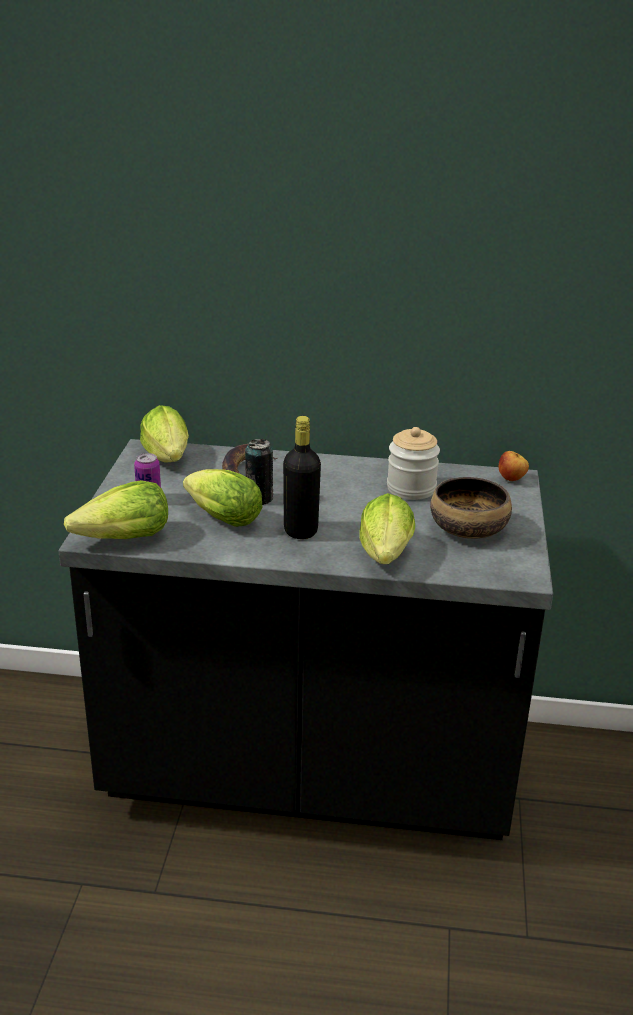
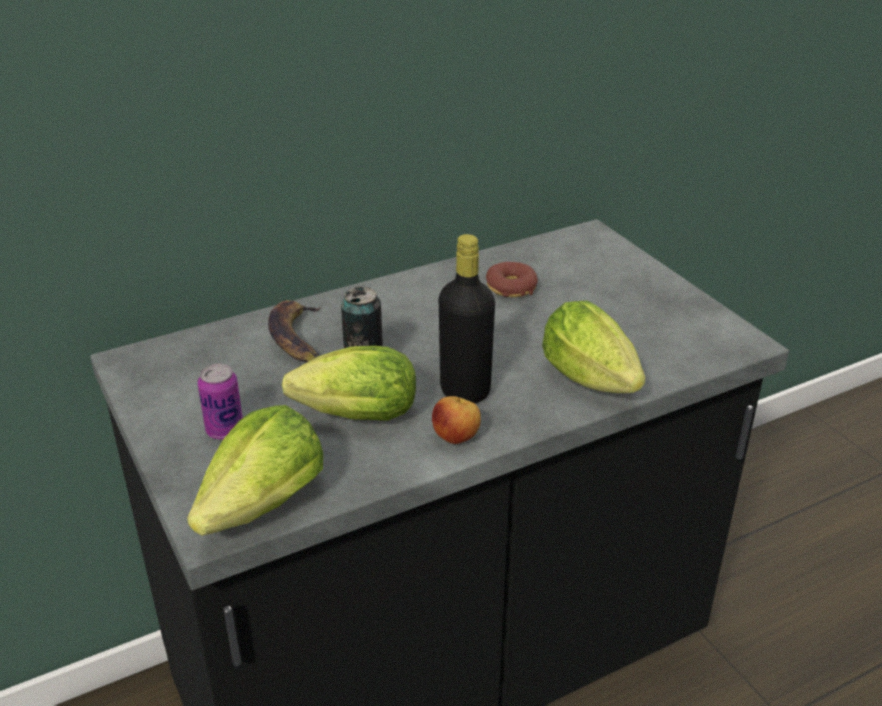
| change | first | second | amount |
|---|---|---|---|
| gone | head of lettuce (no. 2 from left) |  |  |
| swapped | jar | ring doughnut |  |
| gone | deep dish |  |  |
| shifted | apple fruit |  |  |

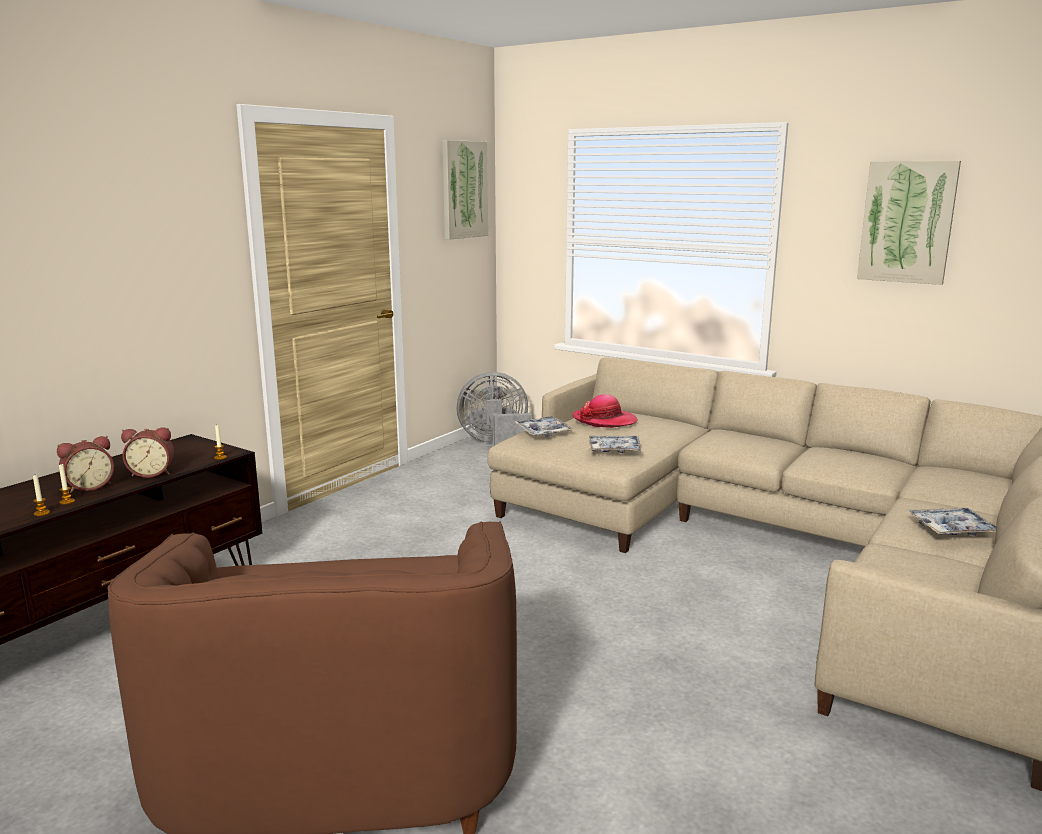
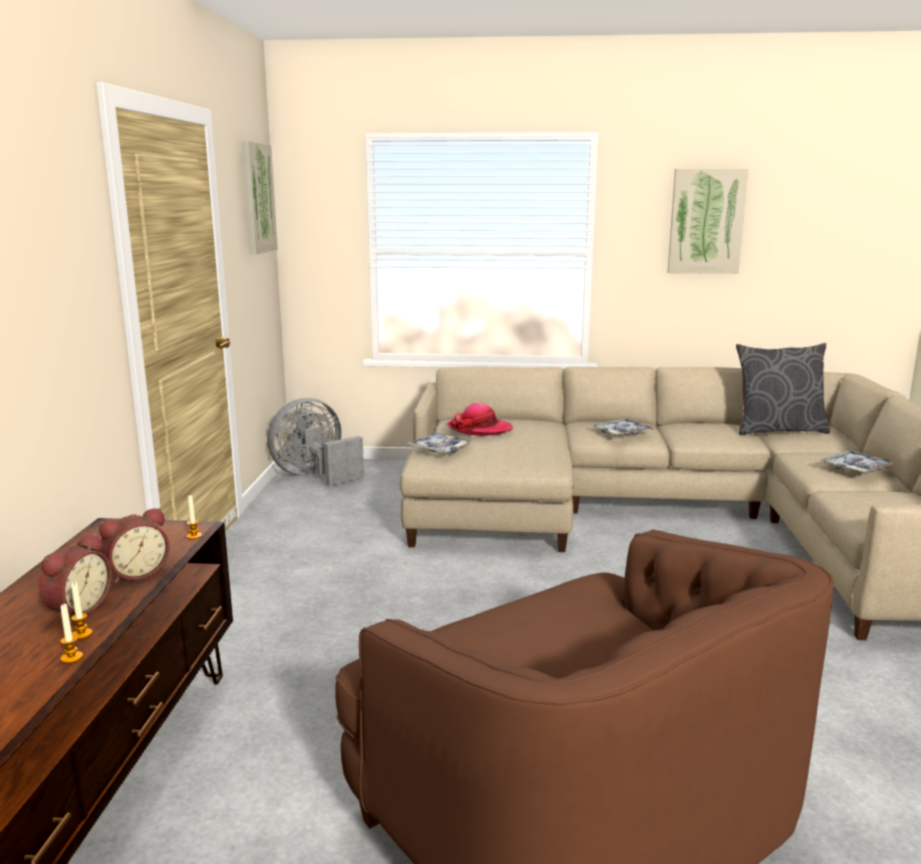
| change | first | second | amount |
|---|---|---|---|
| shifted | tray (no. 2 from left) |  |  |
| new |  | greyish cushion |  |

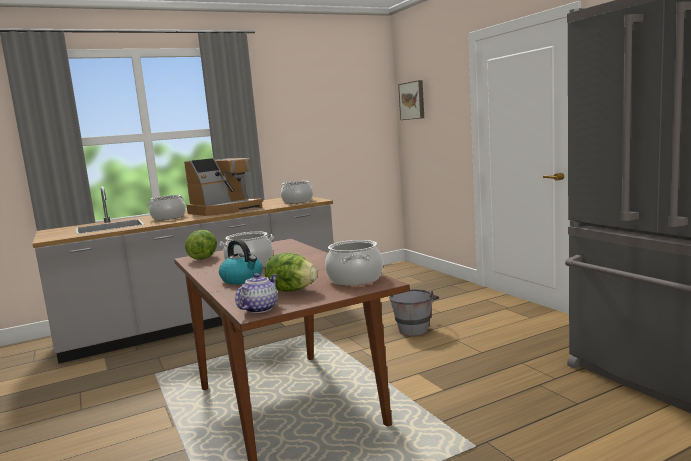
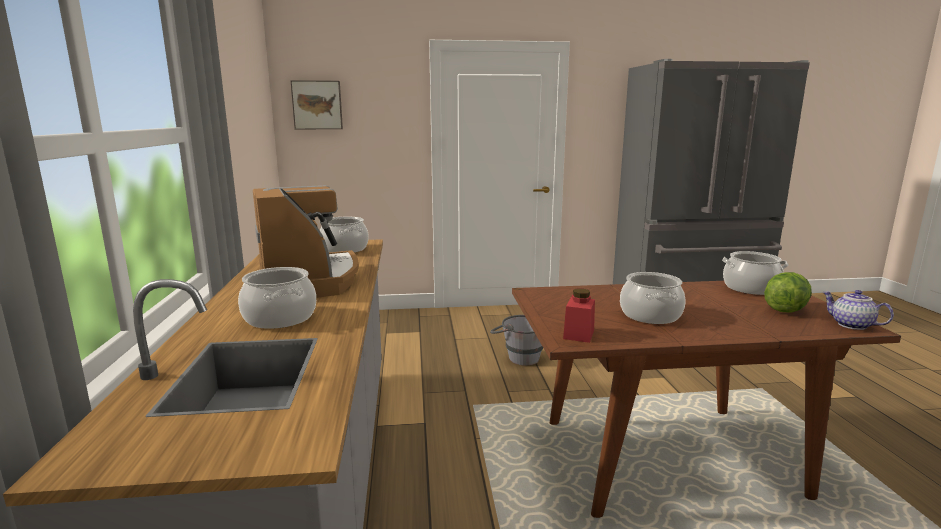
| change | first | second | amount |
|---|---|---|---|
| swapped | head of lettuce (no. 1 from left) | red jar |  |
| gone | water kettle |  |  |

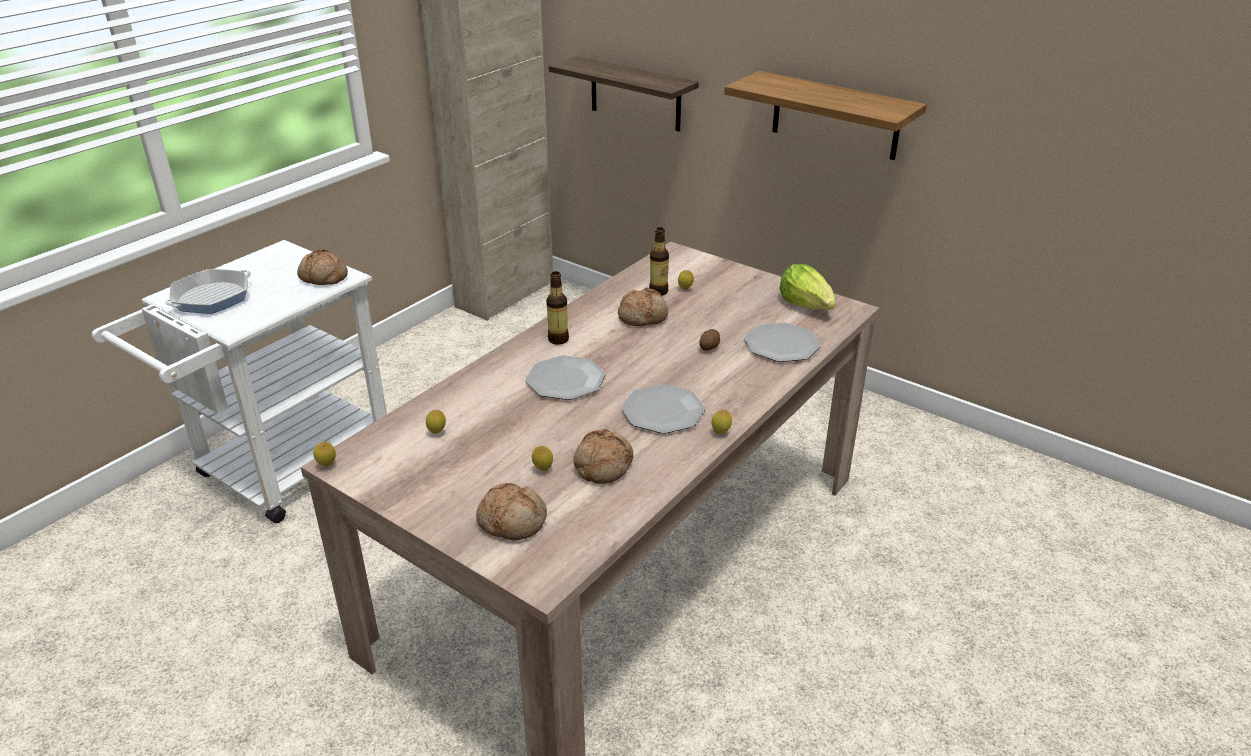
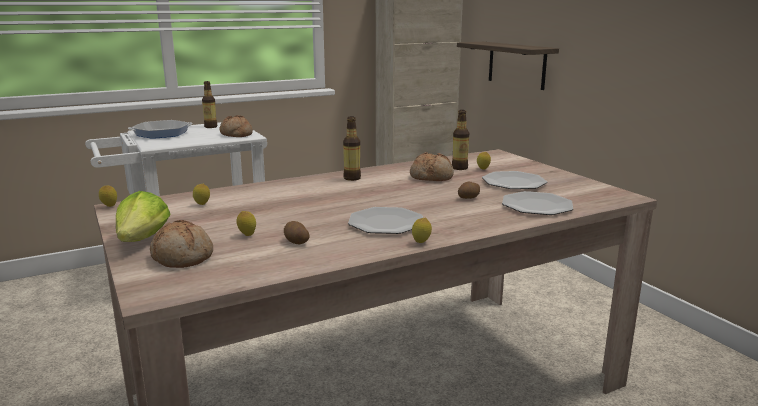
| change | first | second | amount |
|---|---|---|---|
| shifted | plate (no. 1 from left in the first image) | plate (no. 2 from left) |  |
| swapped | baked bread (no. 3 from left) | whole potato (no. 1 from left) |  |
| gone | wall shelf (no. 2 from left) |  |  |
| shifted | head of lettuce |  |  |
| new |  | bottle (no. 1 from left) |  |

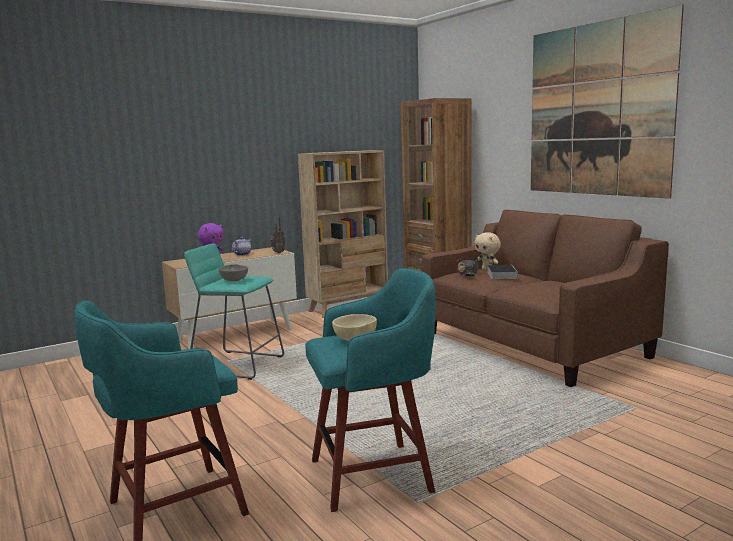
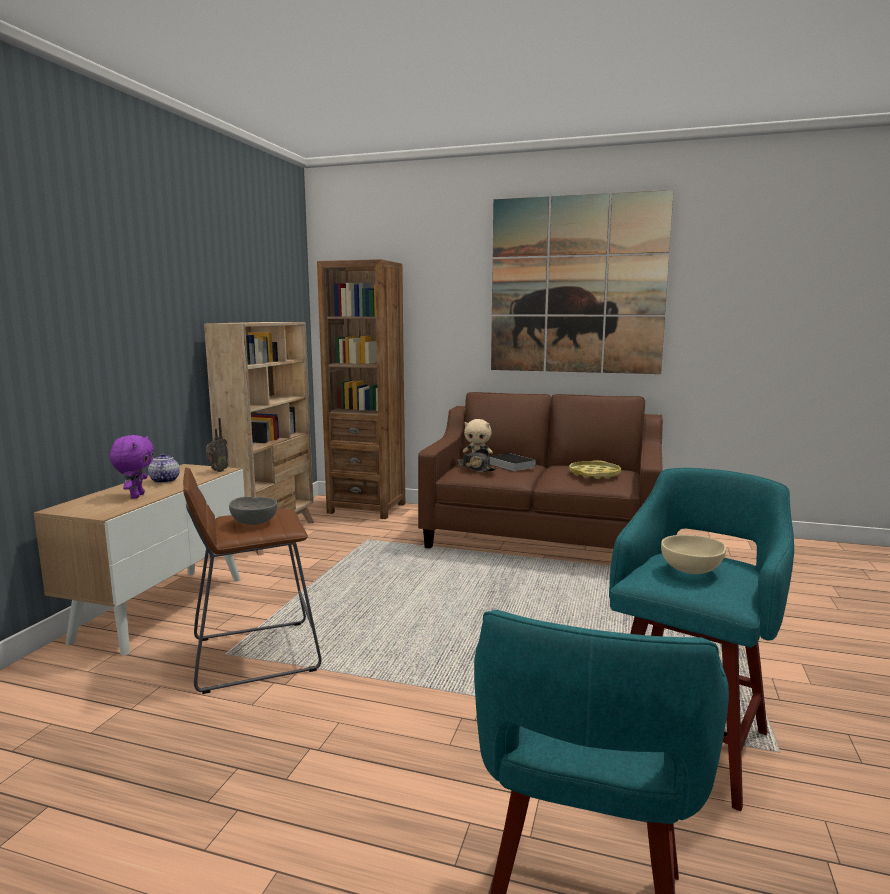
| change | first | second | amount |
|---|---|---|---|
| repainted | turquoise-coloured stool (no. 2 from left) | brownish stool |  |
| new |  | yellowish tray |  |

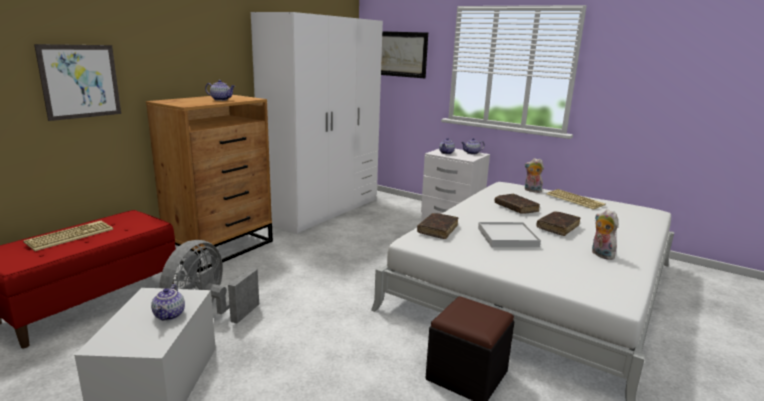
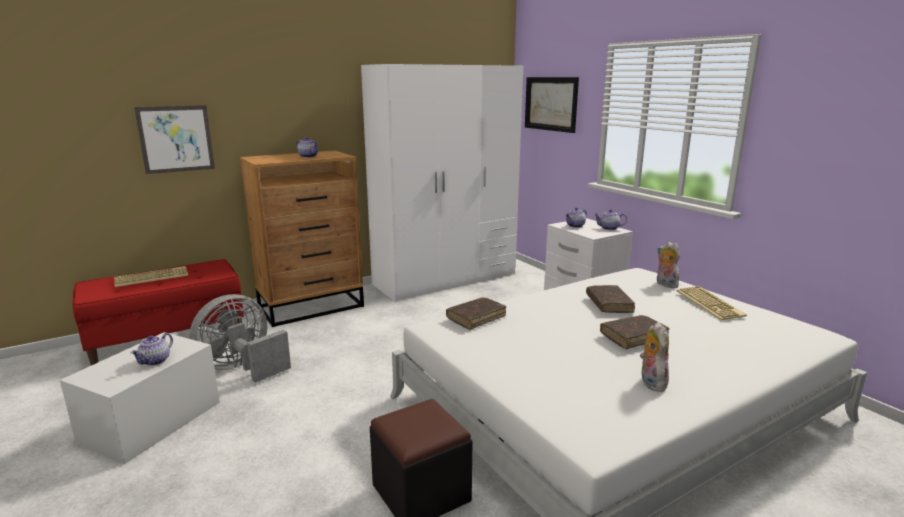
| change | first | second | amount |
|---|---|---|---|
| gone | white tray |  |  |

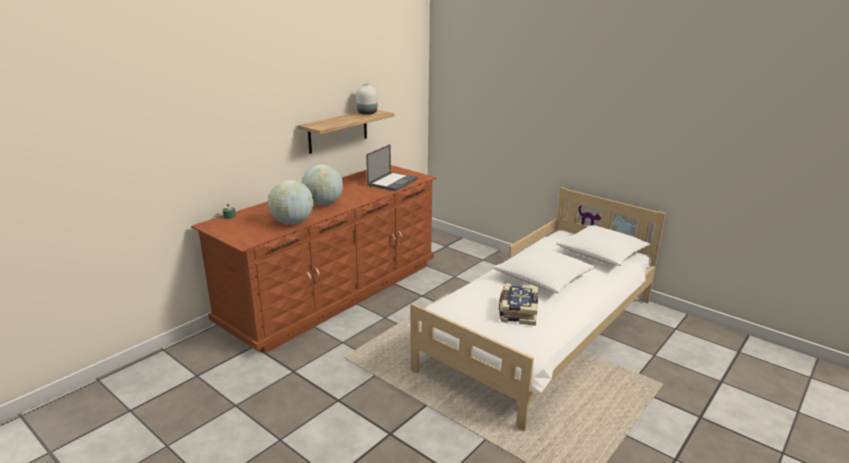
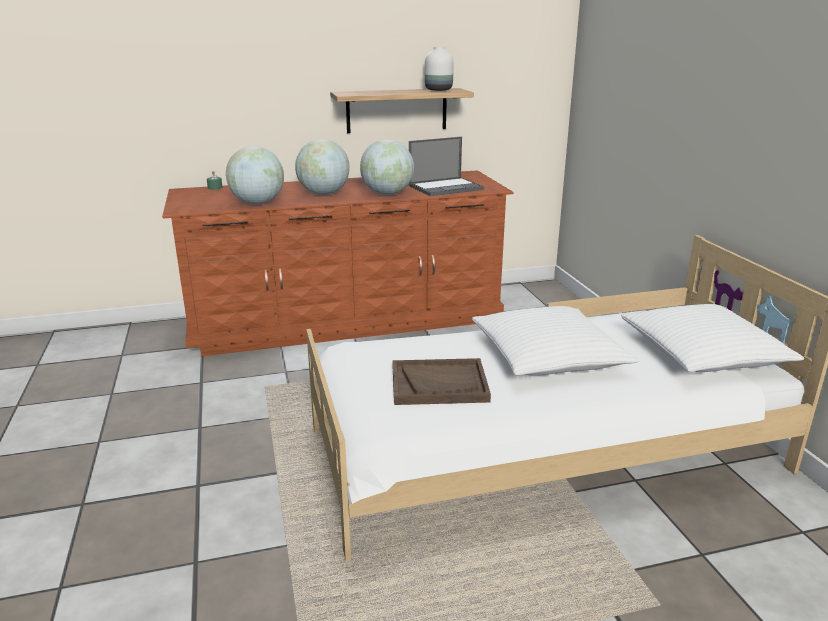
| change | first | second | amount |
|---|---|---|---|
| swapped | volume | brownish tray |  |
| new |  | desk globe (no. 3 from left) |  |

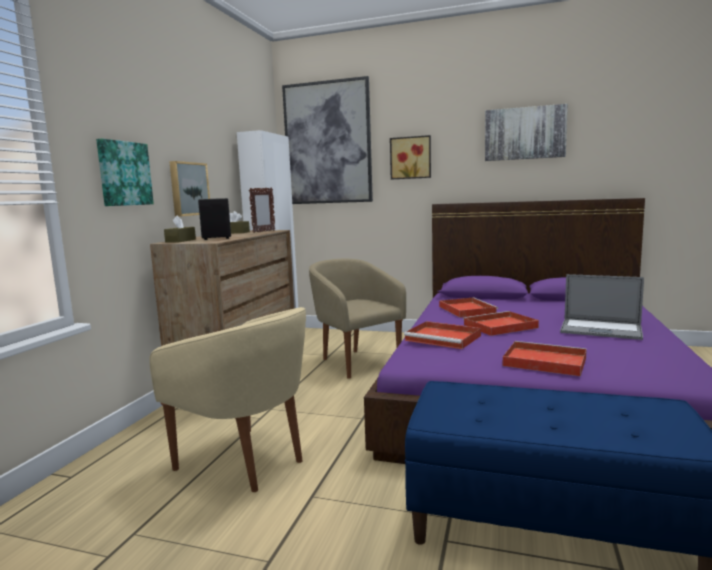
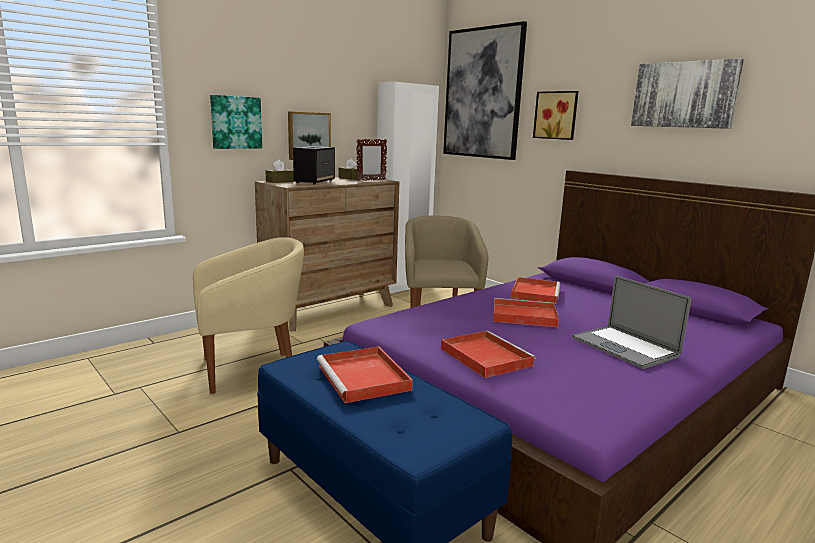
| change | first | second | amount |
|---|---|---|---|
| rotated | sand-coloured easy chair (no. 1 from left) |  | 90 degrees counterclockwise |
| shifted | red tray (no. 1 from left) |  |  |

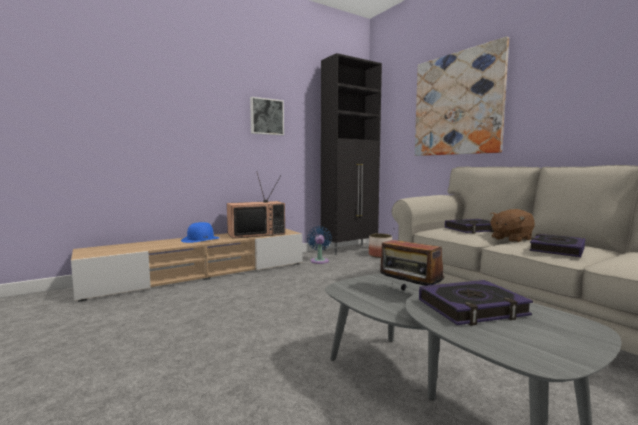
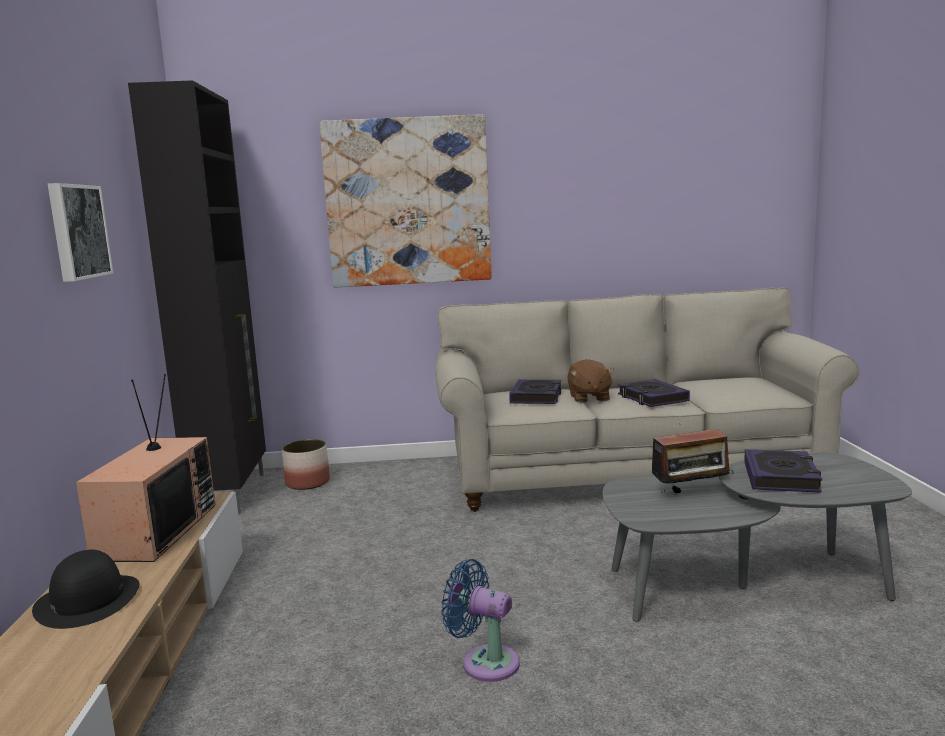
| change | first | second | amount |
|---|---|---|---|
| repainted | blue-coloured wearable hat | blackish wearable hat |  |
| shifted | blue-coloured fan |  |  |

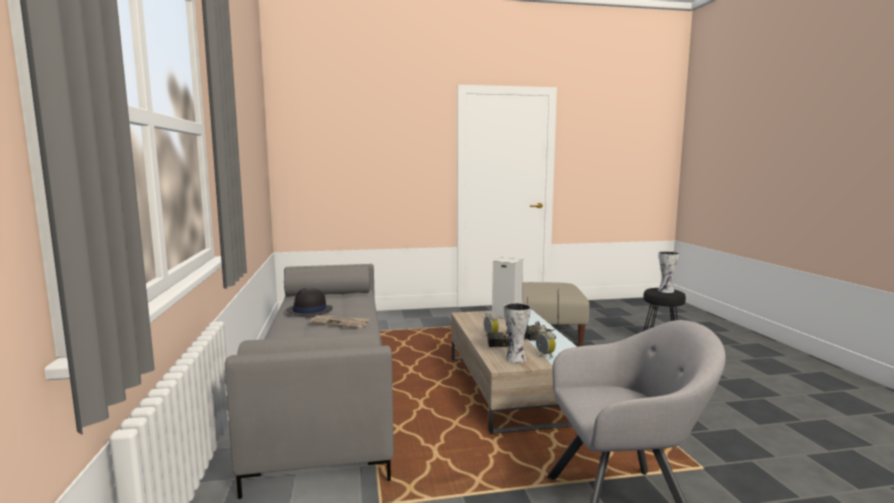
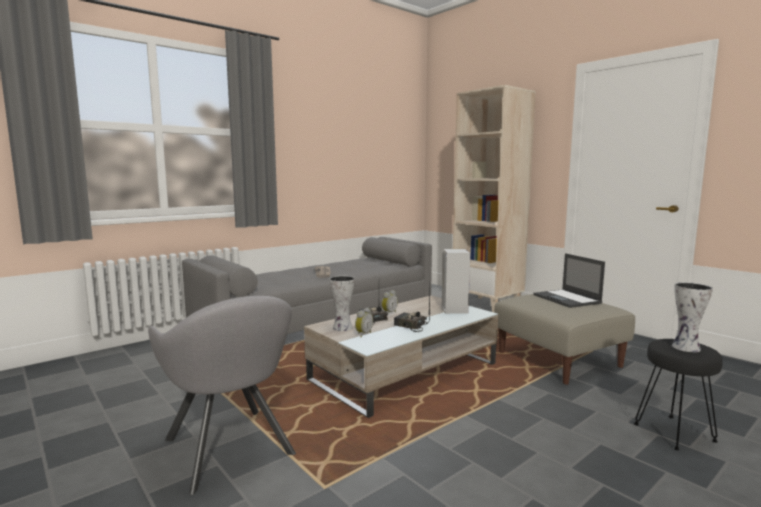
| change | first | second | amount |
|---|---|---|---|
| gone | blackish wearable hat |  |  |
| new |  | sand-coloured bookcase |  |
| new |  | notebook computer |  |

